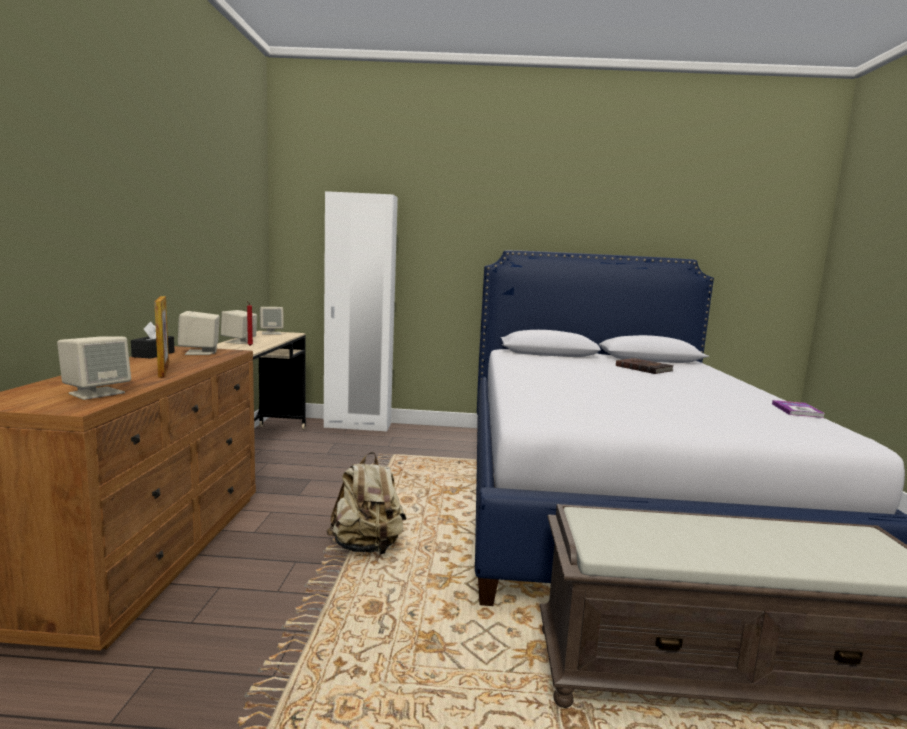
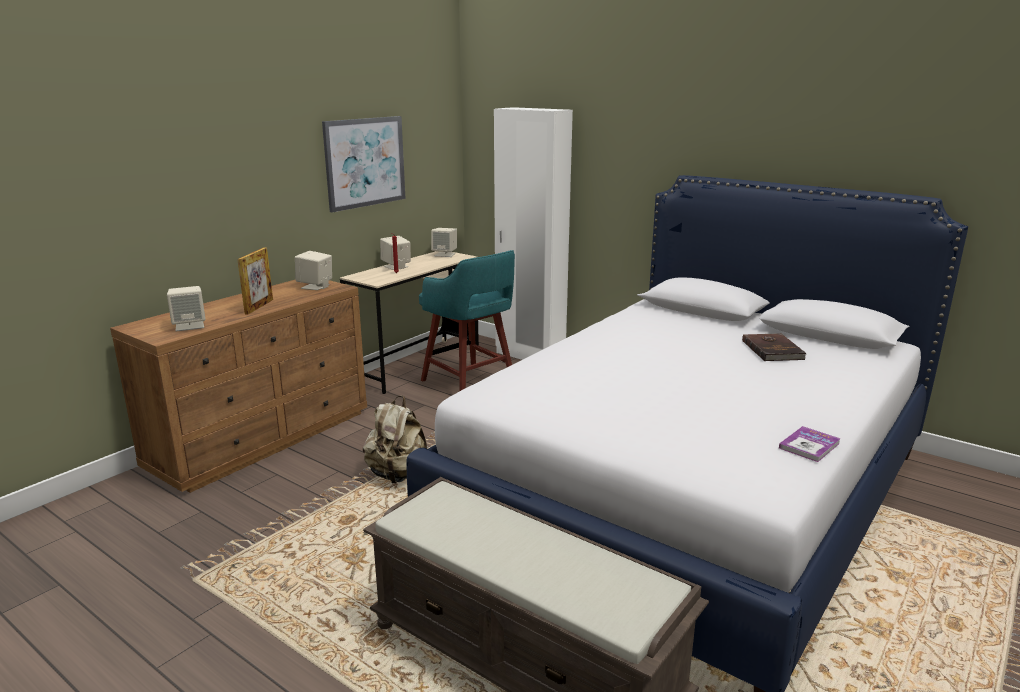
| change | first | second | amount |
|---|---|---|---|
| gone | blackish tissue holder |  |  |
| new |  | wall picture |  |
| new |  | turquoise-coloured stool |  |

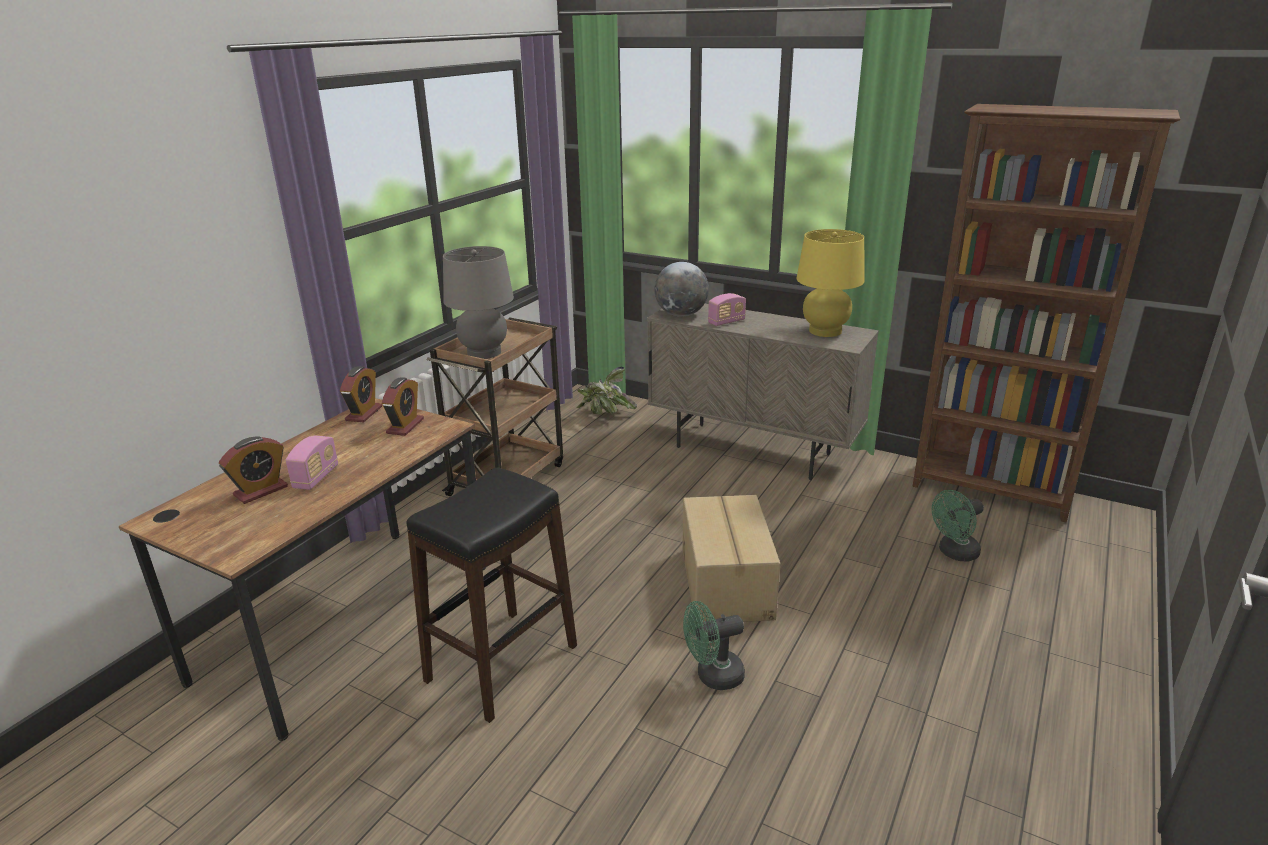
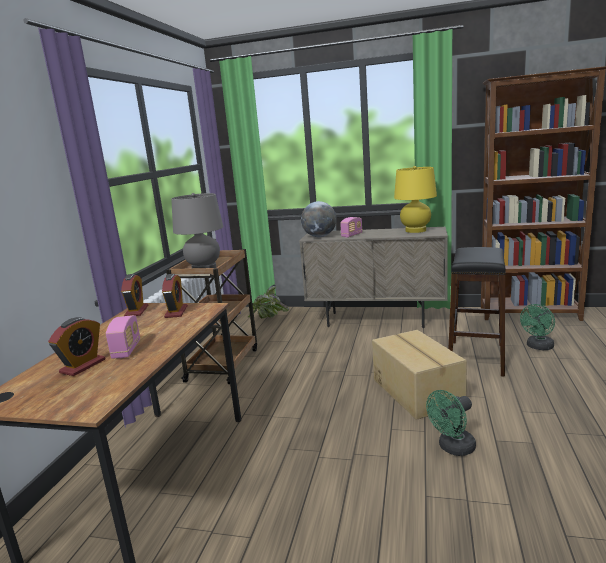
| change | first | second | amount |
|---|---|---|---|
| shifted | blackish stool |  |  |

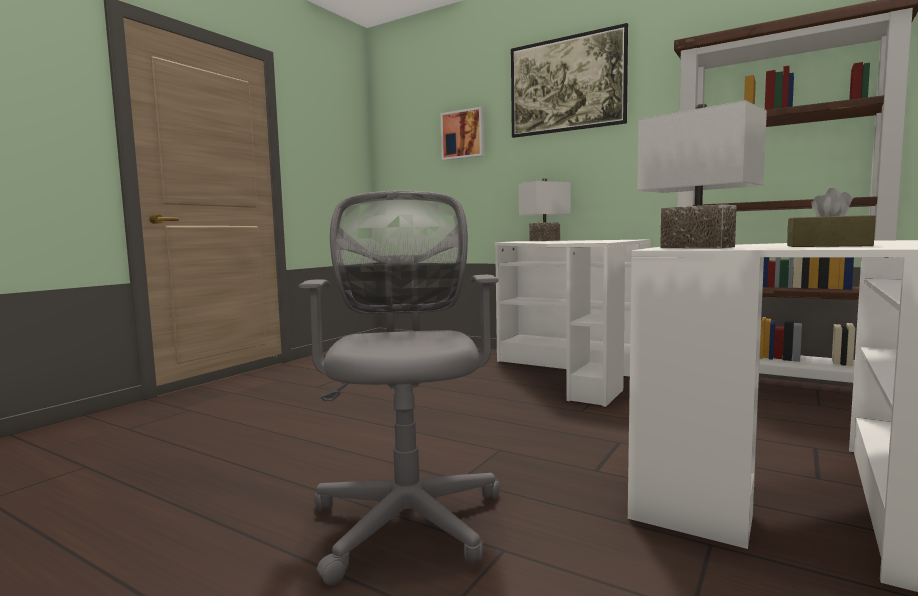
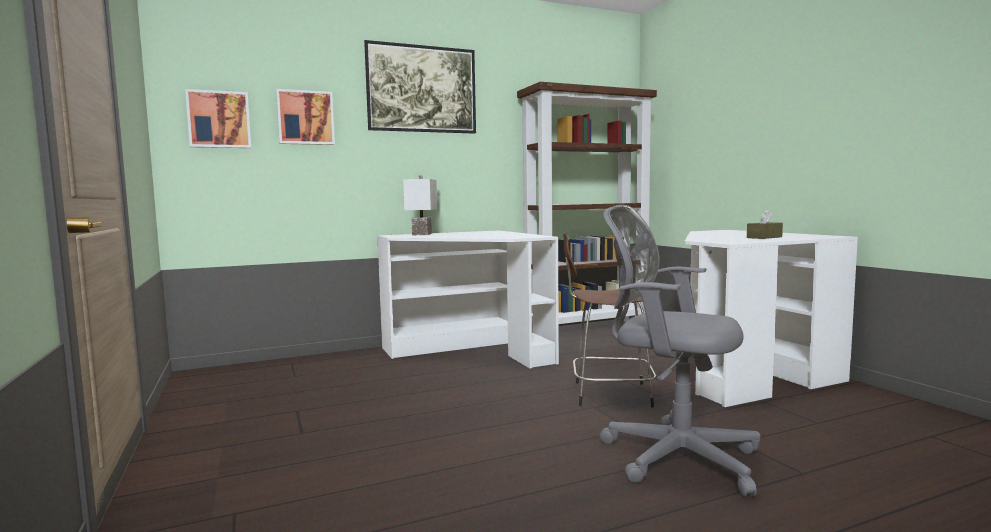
| change | first | second | amount |
|---|---|---|---|
| gone | white table lamp (no. 2 from left) |  |  |
| new |  | wall picture (no. 1 from left) |  |
| new |  | brownish stool |  |

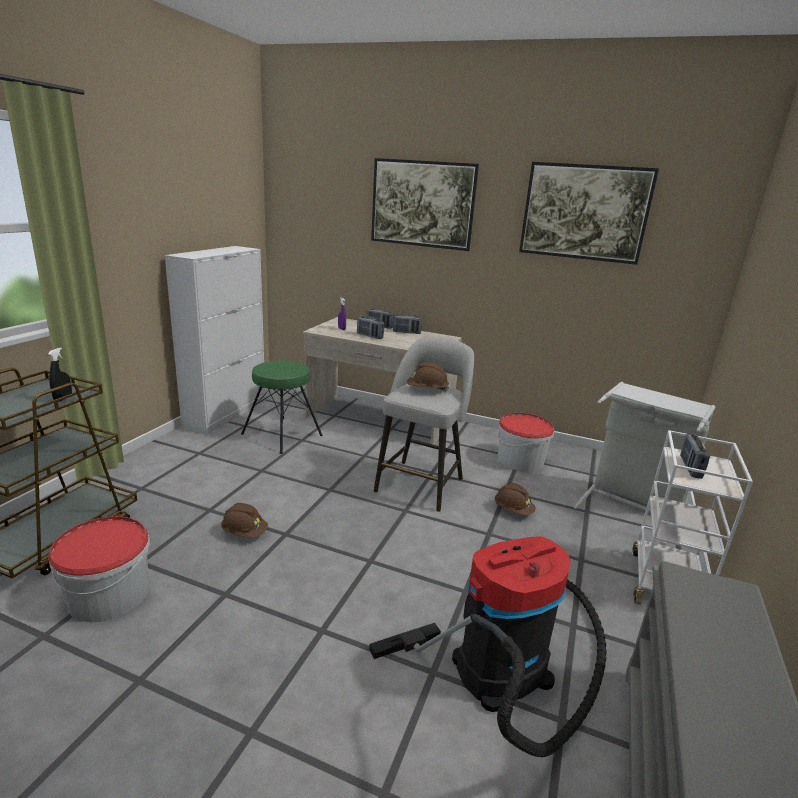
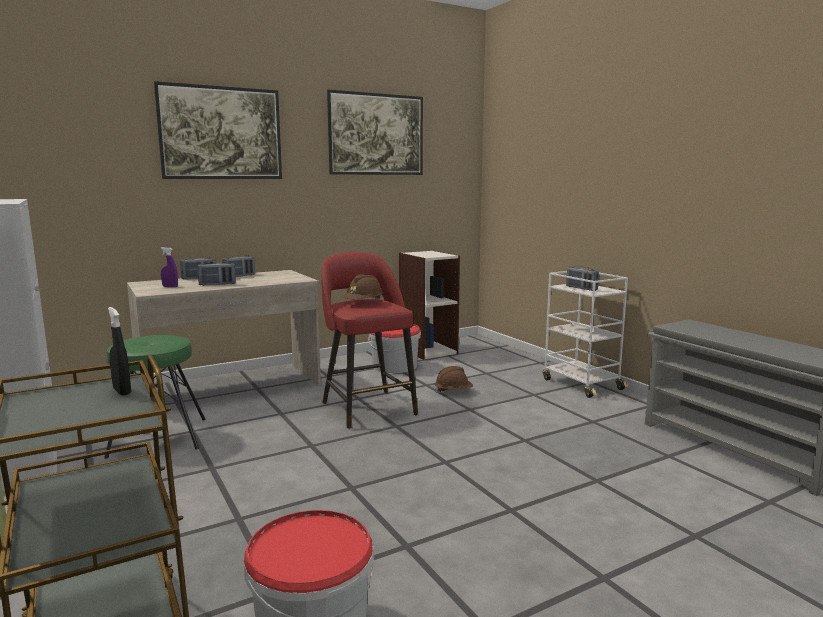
| change | first | second | amount |
|---|---|---|---|
| gone | brownish safety helmet (no. 1 from left) |  |  |
| gone | vacuum |  |  |
| repainted | greyish stool | red stool |  |
| gone | greyish washing basket |  |  |
| new |  | bookcase |  |

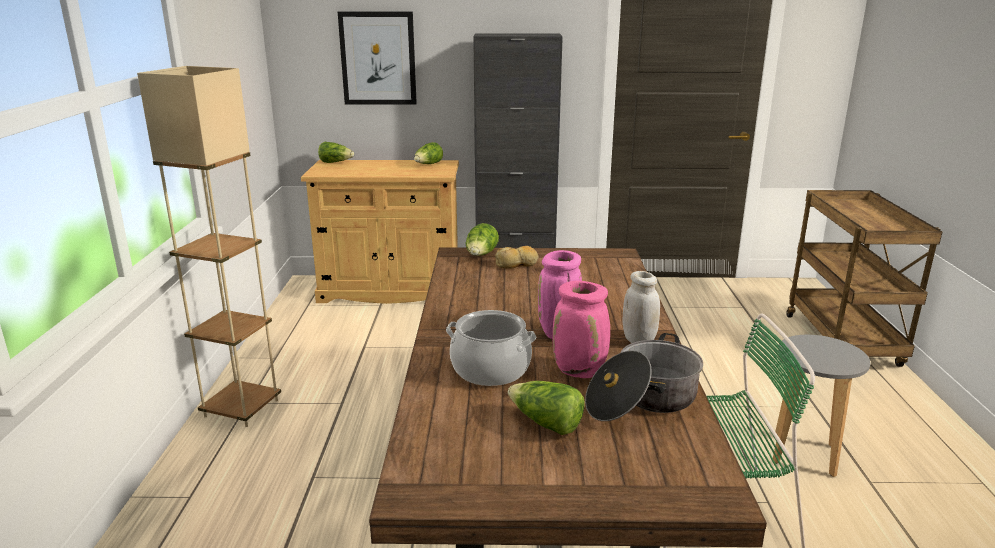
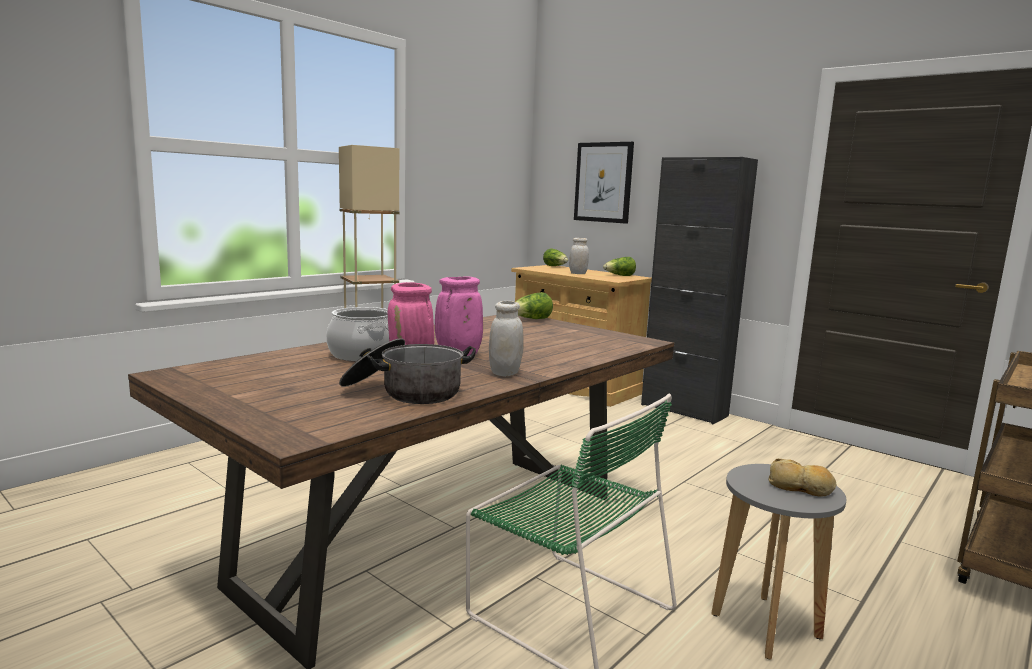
| change | first | second | amount |
|---|---|---|---|
| shifted | baked bread |  |  |
| gone | head of lettuce (no. 4 from left) |  |  |
| new |  | white jar (no. 2 from left) |  |

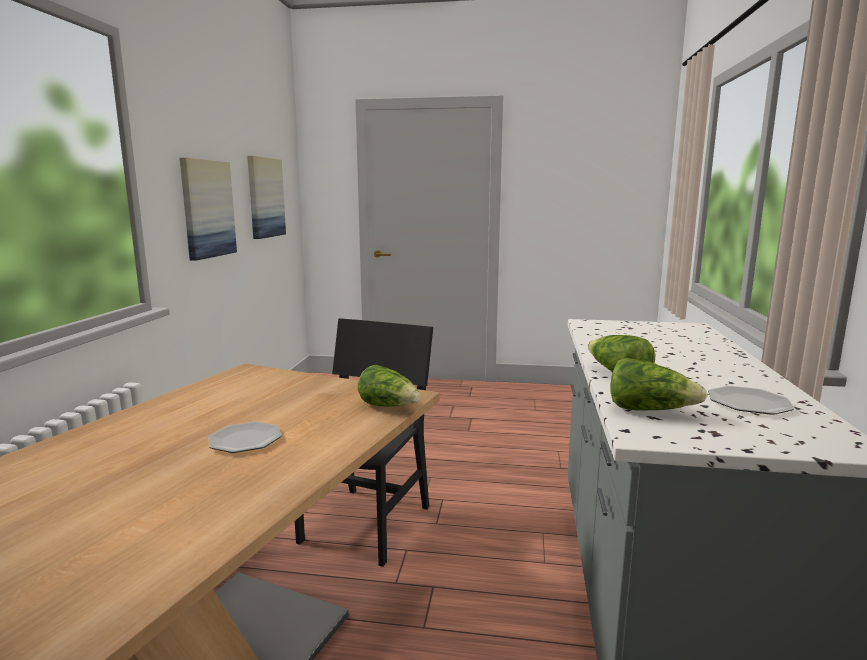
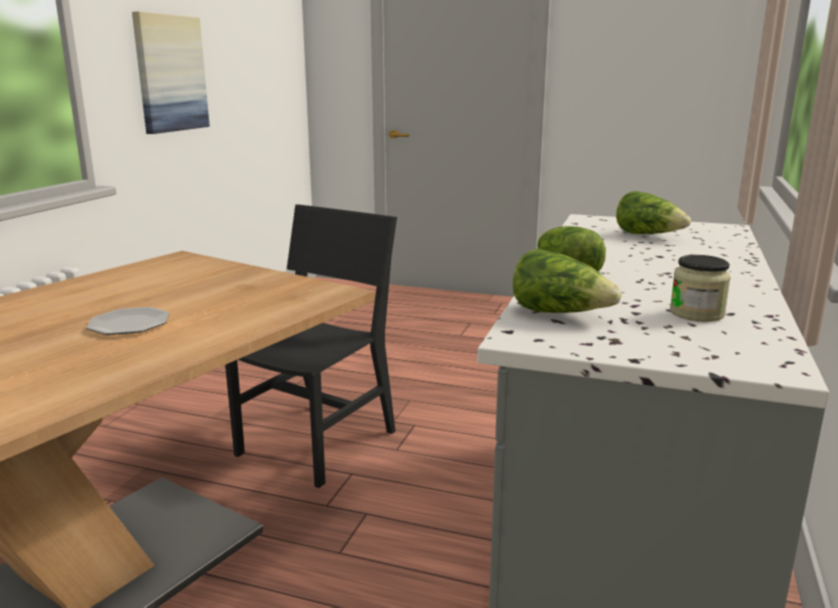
| change | first | second | amount |
|---|---|---|---|
| gone | wall picture (no. 2 from left) |  |  |
| shifted | head of lettuce (no. 1 from left in the first image) | head of lettuce (no. 3 from left) |  |
| swapped | plate (no. 2 from left) | jar |  |

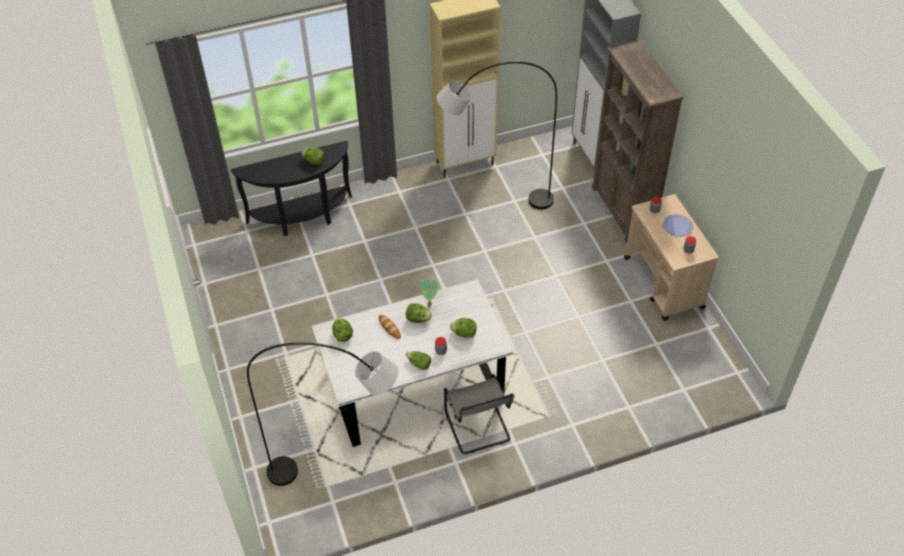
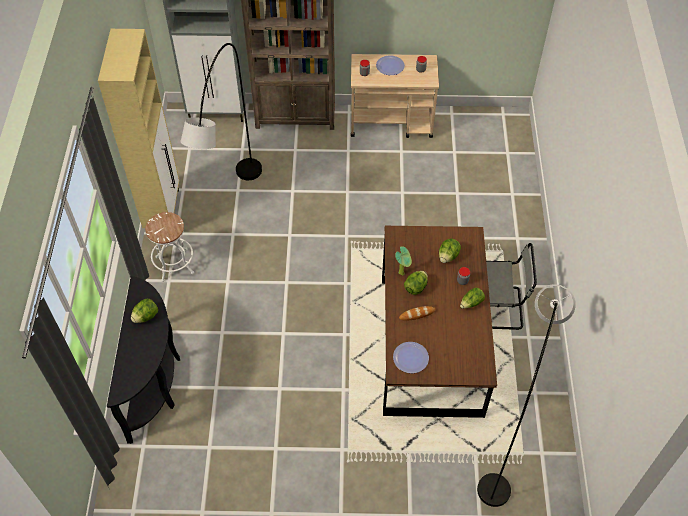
| change | first | second | amount |
|---|---|---|---|
| repainted | white dining table | brownish dining table |  |
| swapped | head of lettuce (no. 2 from left) | plate (no. 2 from left) |  |
| new |  | white stool |  |

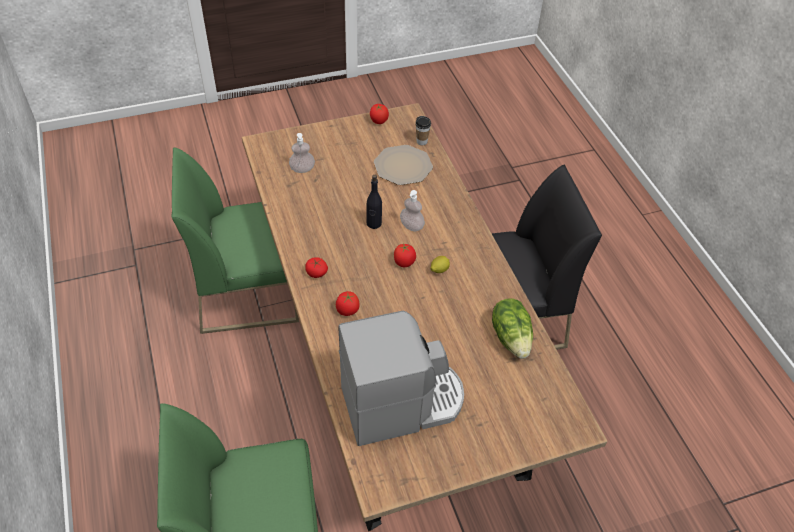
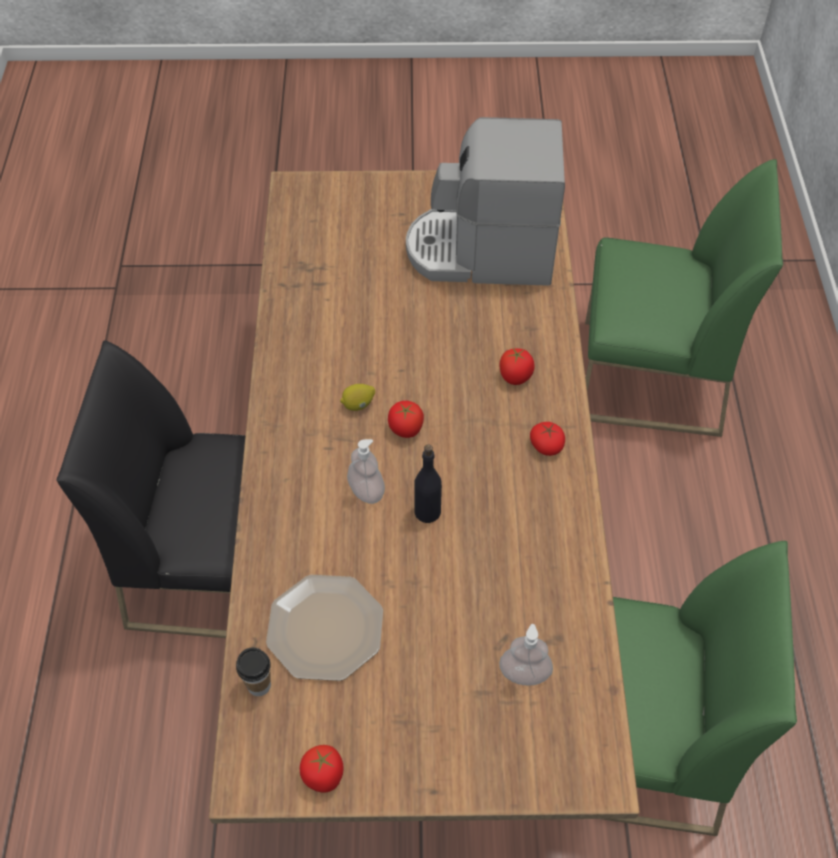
| change | first | second | amount |
|---|---|---|---|
| gone | head of lettuce |  |  |

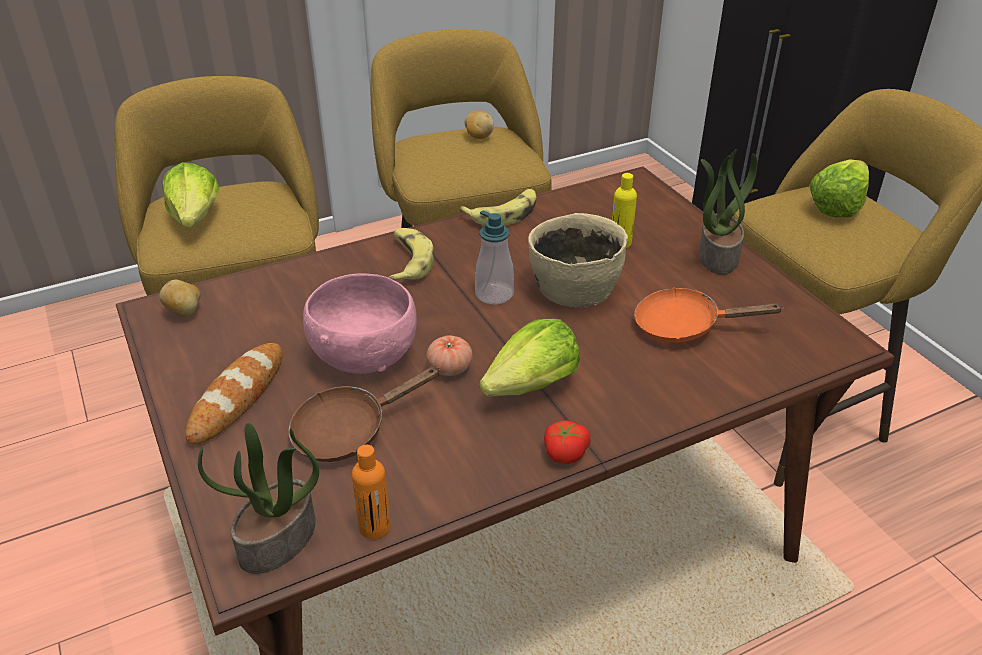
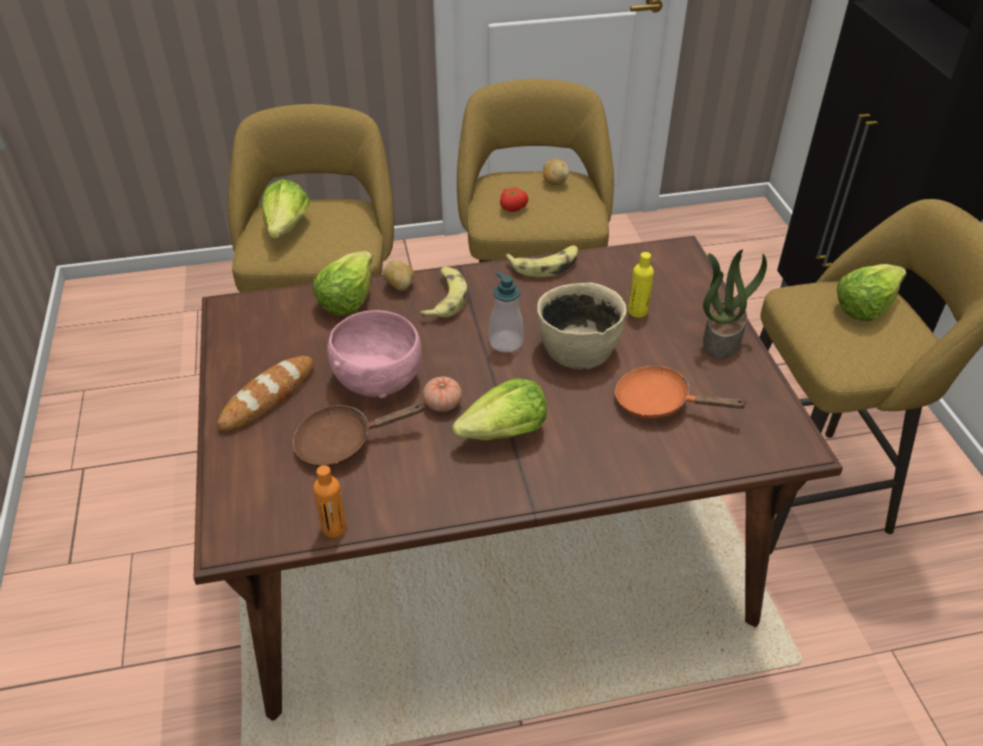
| change | first | second | amount |
|---|---|---|---|
| shifted | whole potato (no. 1 from left) |  |  |
| gone | houseplant (no. 1 from left) |  |  |
| shifted | fresh tomato (no. 2 from left) |  |  |
| new |  | head of lettuce (no. 2 from left) |  |

